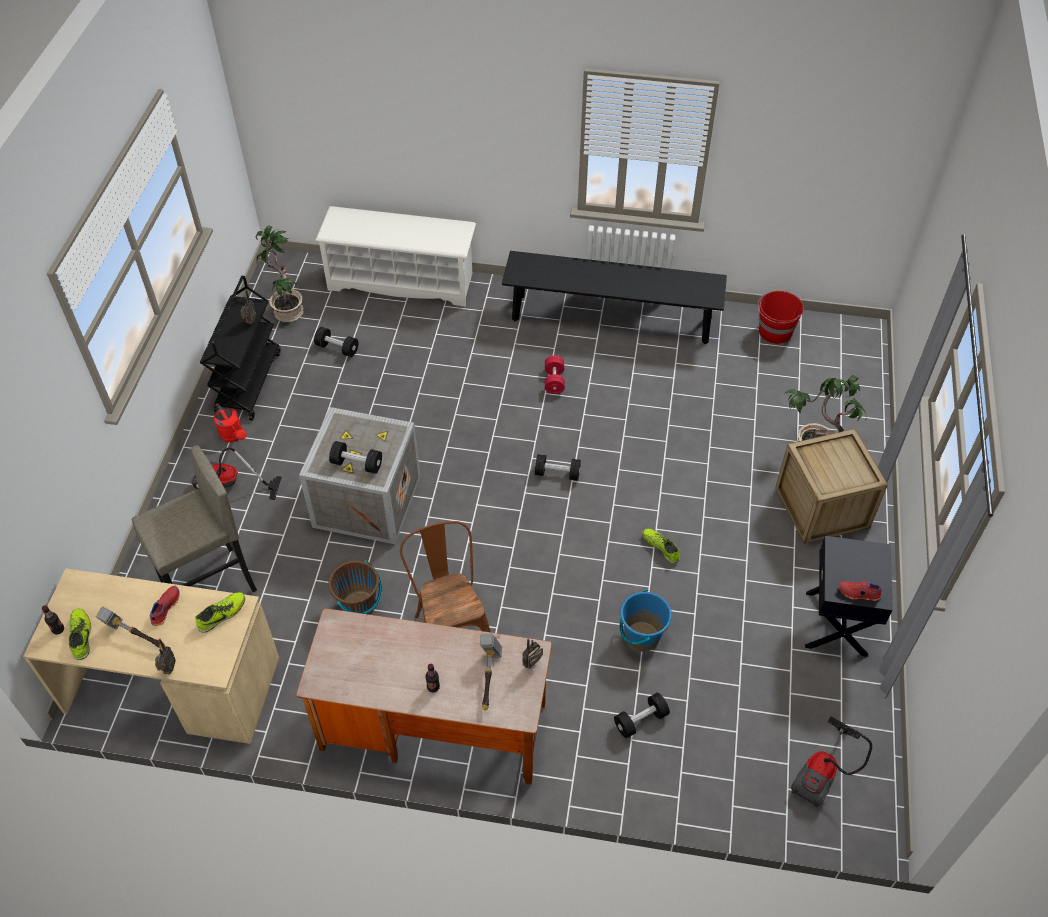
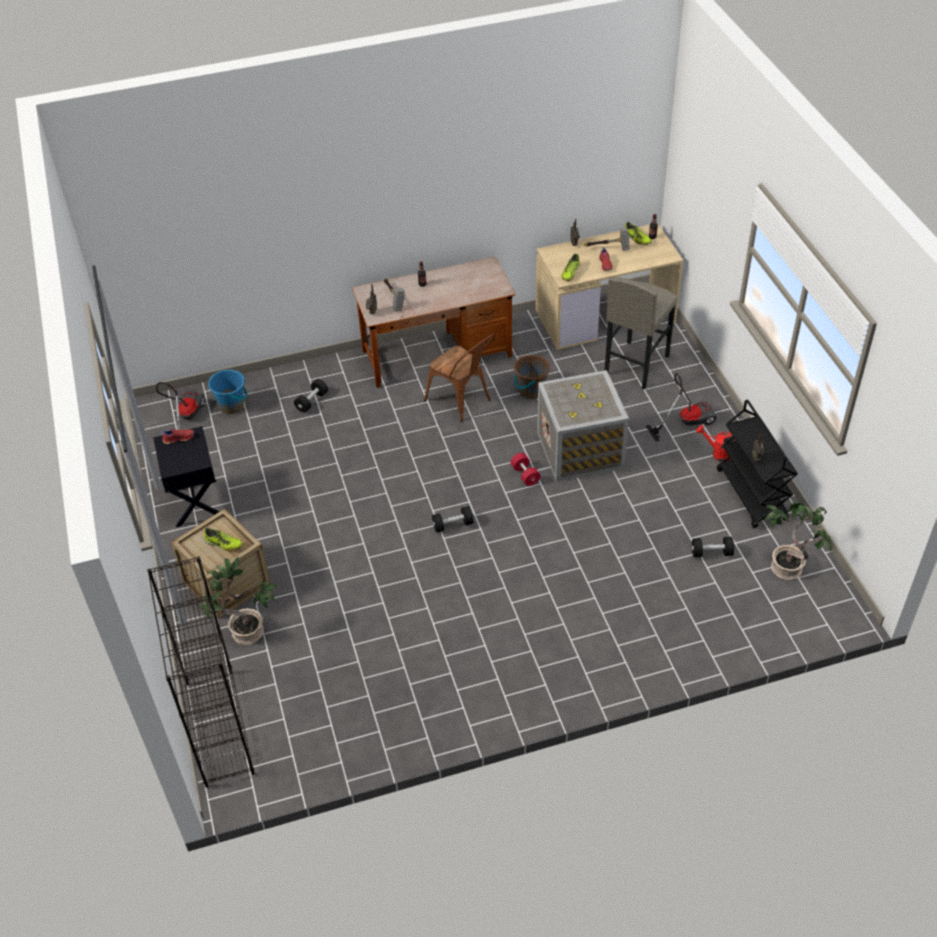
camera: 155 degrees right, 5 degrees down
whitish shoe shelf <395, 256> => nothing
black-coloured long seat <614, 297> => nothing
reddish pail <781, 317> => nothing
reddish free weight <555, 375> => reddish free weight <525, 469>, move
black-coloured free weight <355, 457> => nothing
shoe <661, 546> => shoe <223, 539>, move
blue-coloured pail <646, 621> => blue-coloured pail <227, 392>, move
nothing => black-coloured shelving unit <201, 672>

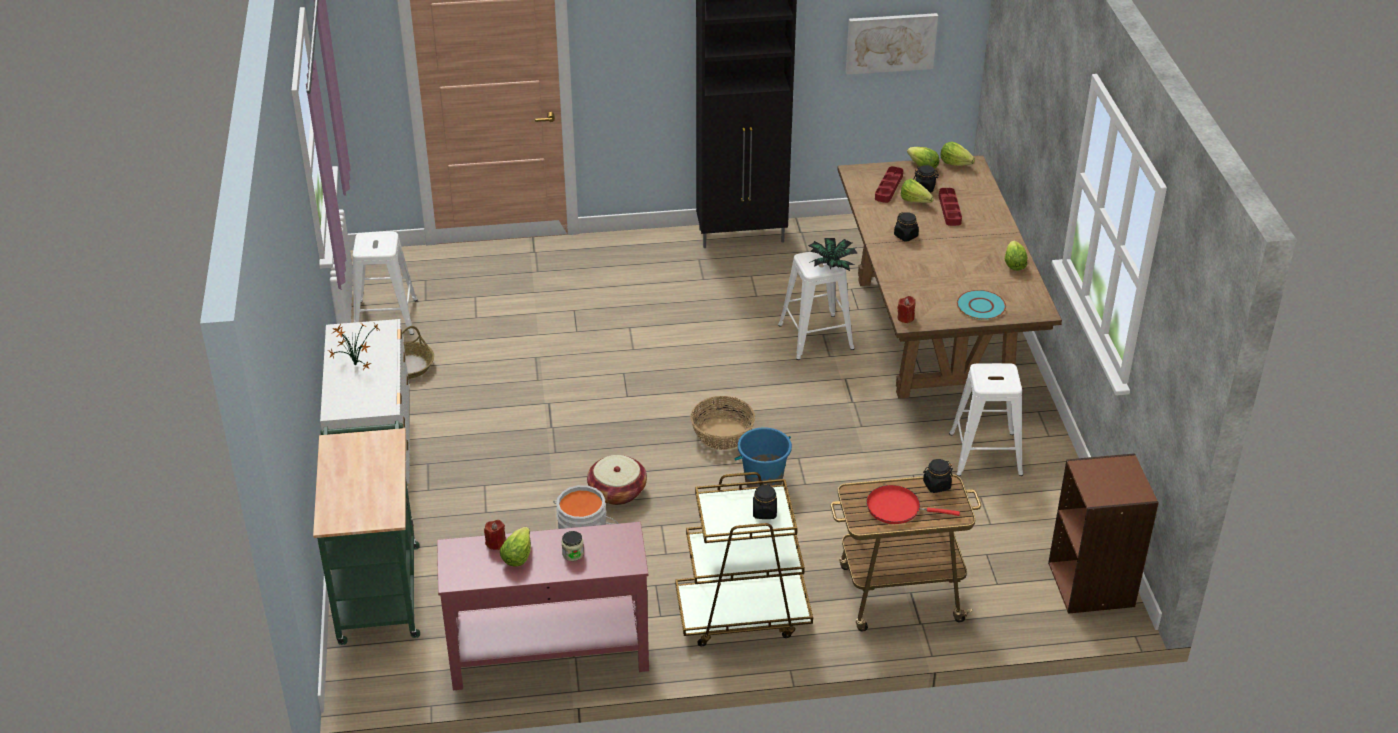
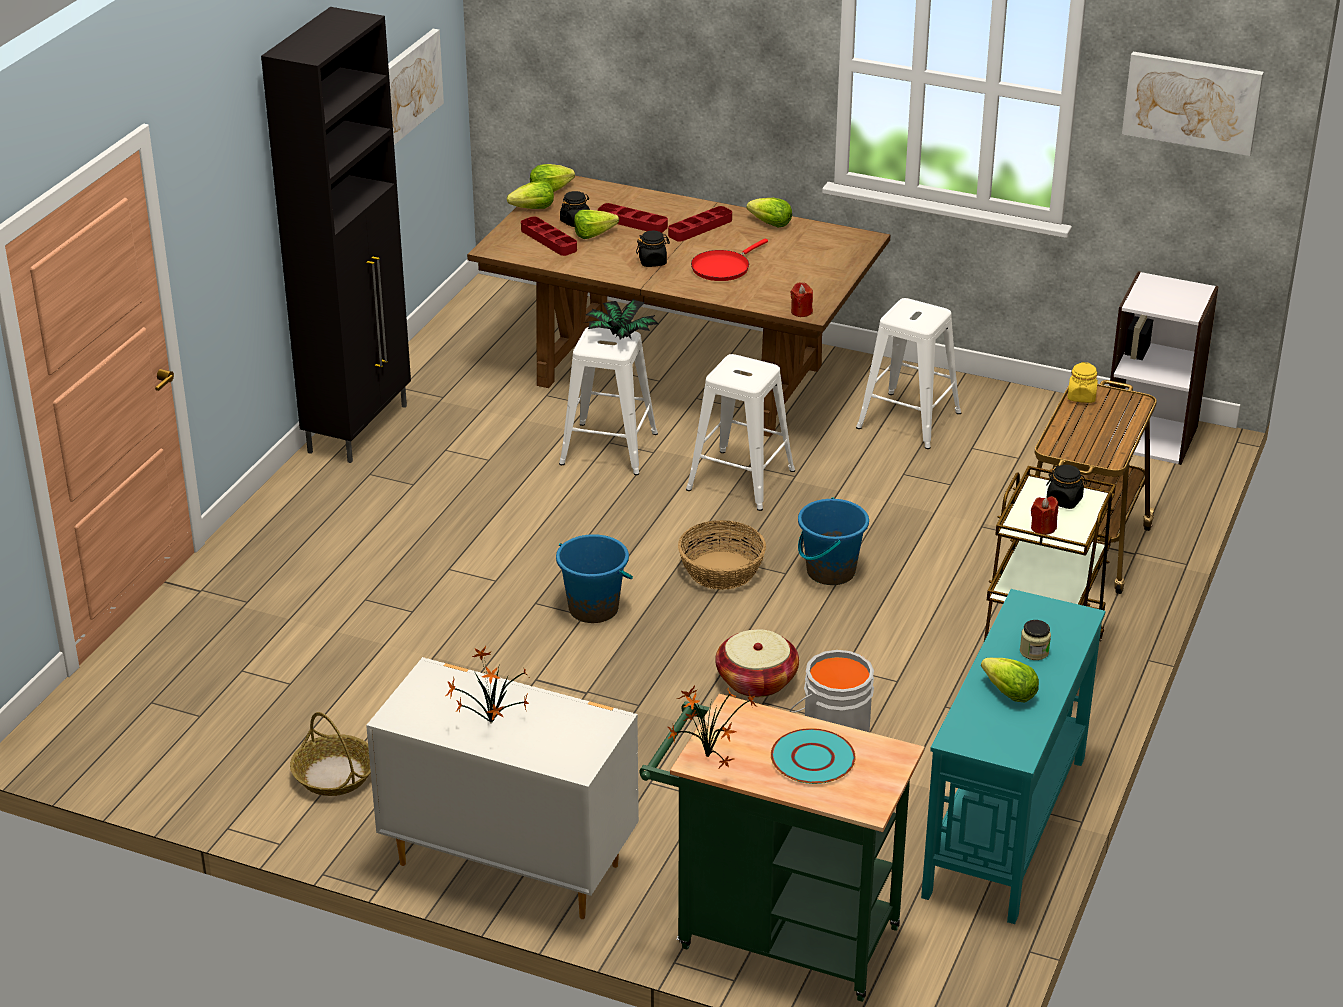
camera: 60 degrees left, 5 degrees down
whitish sitting stool <385, 283> => whitish sitting stool <740, 432>, move
blue-green dinner plate <981, 305> => blue-green dinner plate <813, 756>, move
brown-coloured shelving unit <1103, 533> => whitish shelving unit <1162, 368>
black-coloured preserve jar <938, 476> => yellow-coloured preserve jar <1083, 382>
reddish skillet <913, 504> => reddish skillet <729, 260>, move
reddish wax light <494, 535> => reddish wax light <1044, 515>, move
reddish narrow table <543, 606> => blue-green narrow table <1013, 756>
nothing => wall art <1193, 104>
nothing => reddish serving tray <700, 224>
nothing => blue-coloured pail <594, 578>
nothing => plant in a pot <712, 727>

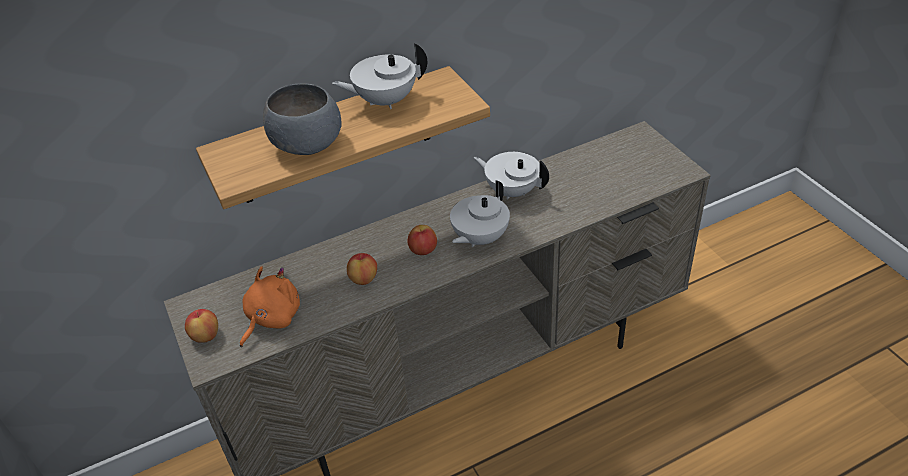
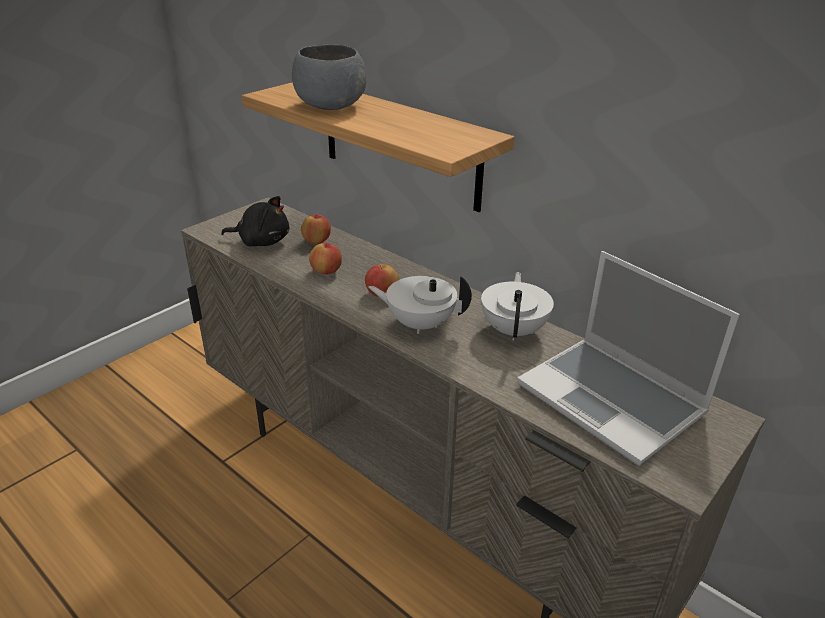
camera: 65 degrees right, 10 degrees down
whitish teapot <379, 76> => nothing
orange plush toy <270, 306> => black-coloured plush toy <255, 221>
apple <201, 326> => apple <316, 229>, move
nothing => laptop <628, 358>

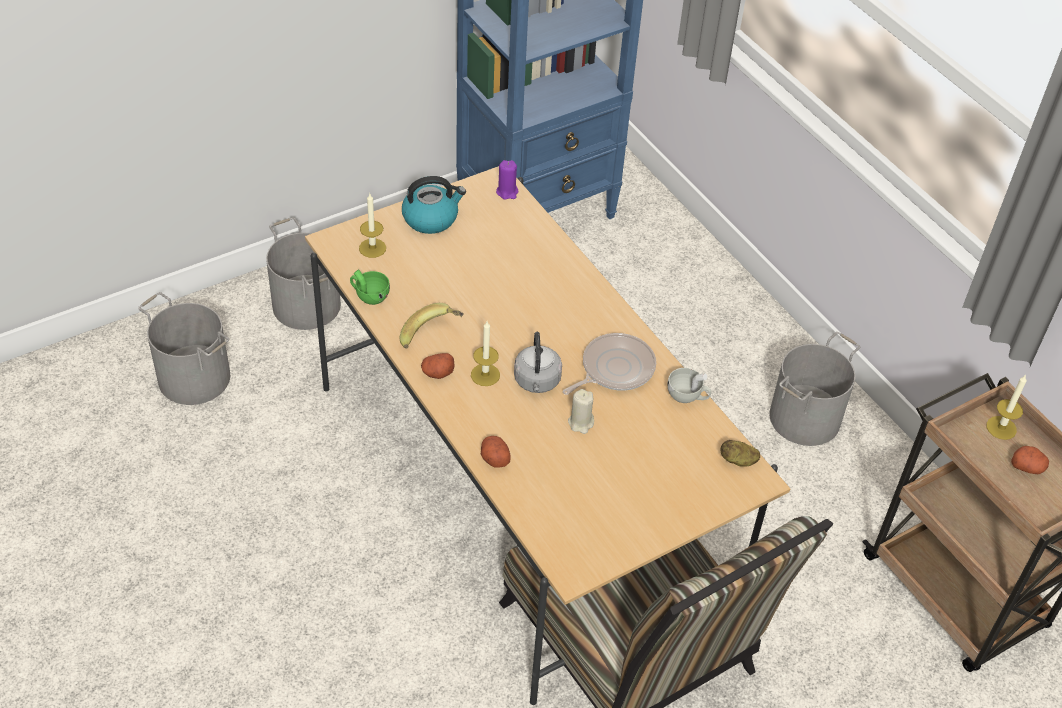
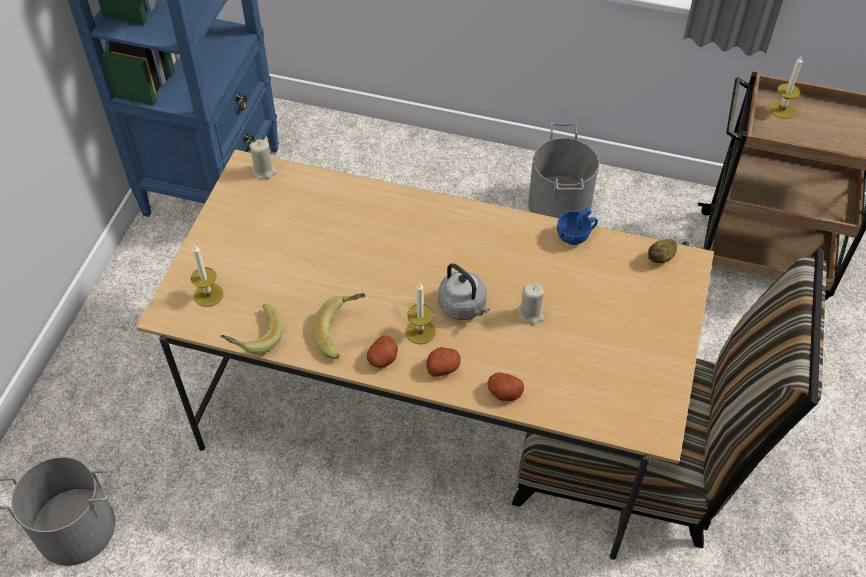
camera: 40 degrees left, 5 degrees up
purple wax light <507, 180> => beige wax light <263, 159>
water kettle <434, 205> => nothing
greyish pail <303, 273> => nothing
greenish cup <370, 287> => banana fruit <251, 329>
skillet <609, 364> => nothing
whitish cup <689, 385> => blue-coloured cup <577, 226>
whole potato <1030, 460> => whole potato <443, 362>, move

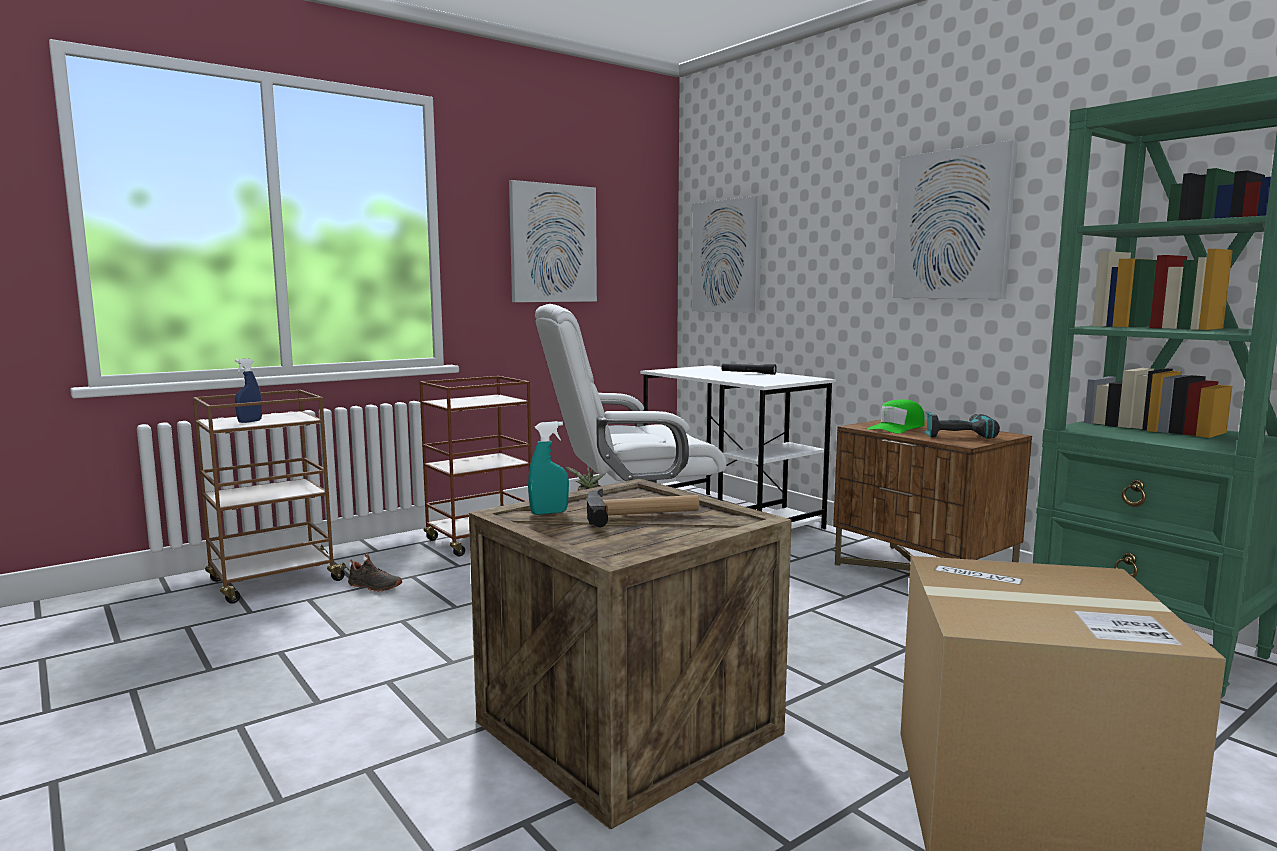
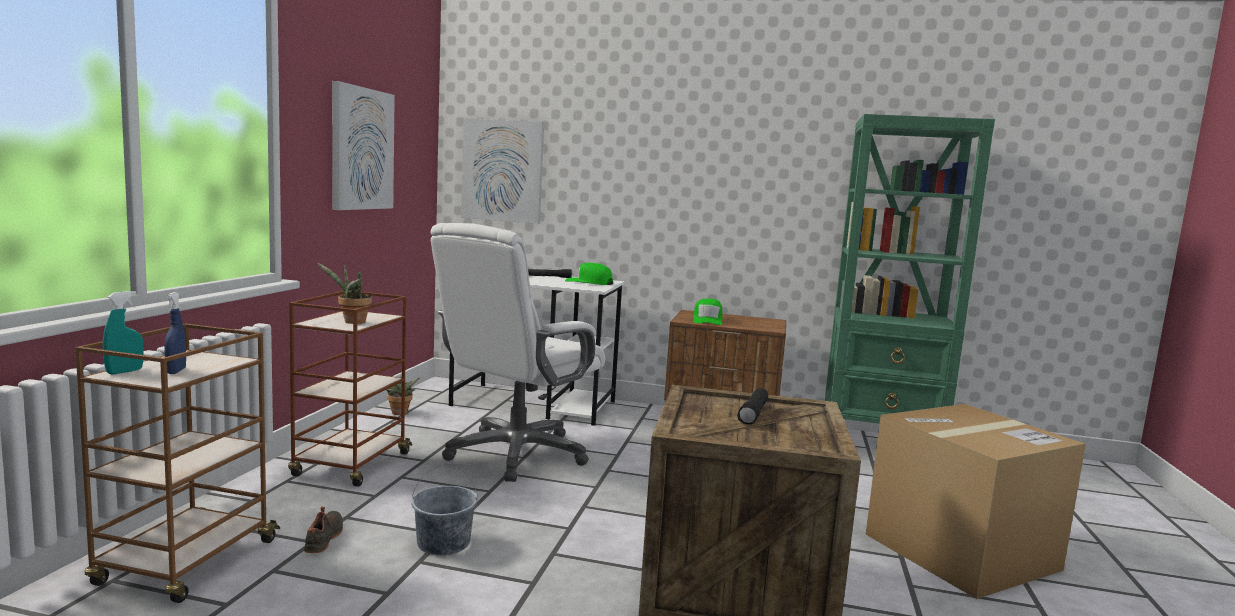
camera: 40 degrees left, 0 degrees up
wall art <955, 219> => nothing
electric drill <962, 425> => nothing
blue-green hand sprayer <548, 468> => blue-green hand sprayer <123, 332>, move
hand hammer <643, 508> => black-coloured flashlight <752, 406>
black-coloured shoe <375, 573> => black-coloured shoe <323, 529>, 75 degrees counterclockwise
nothing => plant in a pot <344, 293>
nothing => greenish peaked cap <589, 274>
nothing => greyish pail <444, 509>

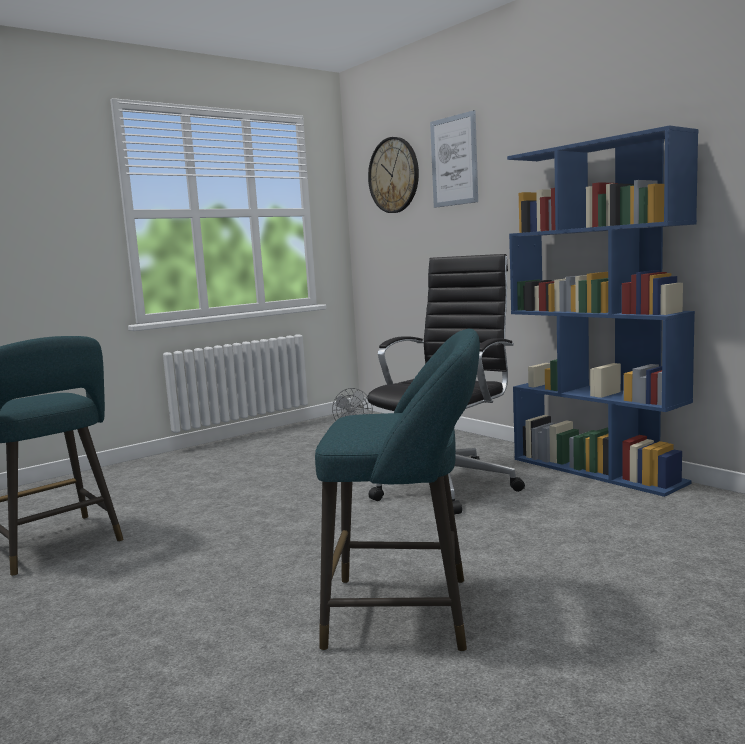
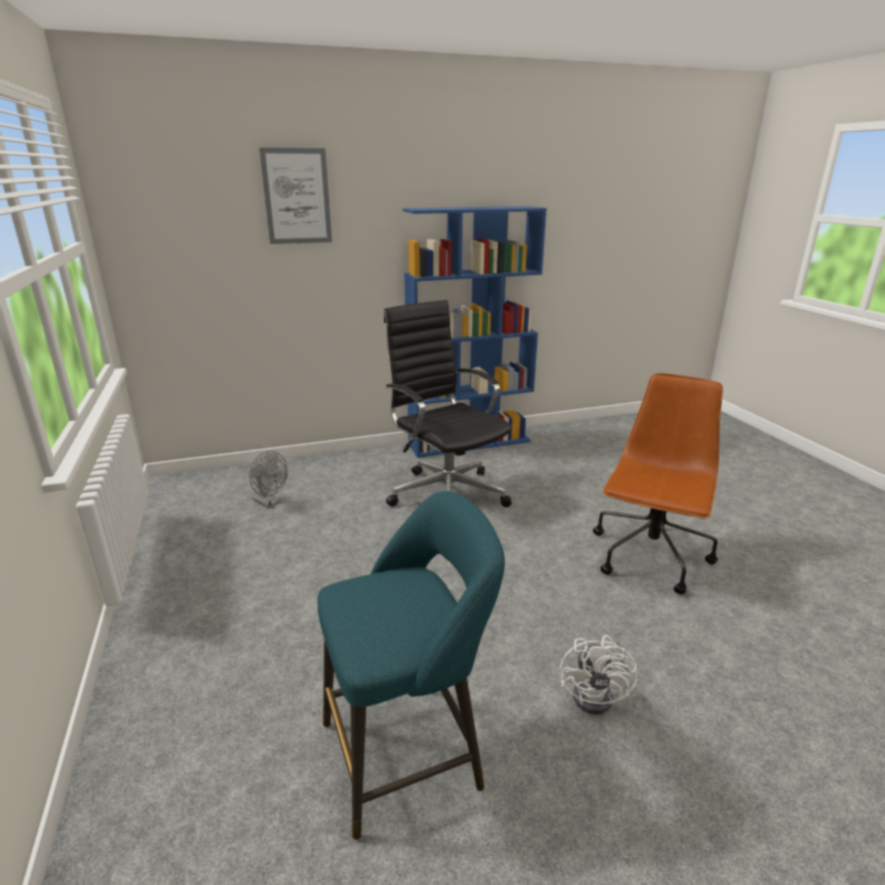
camera: 70 degrees left, 15 degrees up
wall clock <393, 175> => nothing
blue-green sitting stool <397, 490> => brown-coloured desk chair <658, 483>
nothing => whitish electric fan <599, 675>

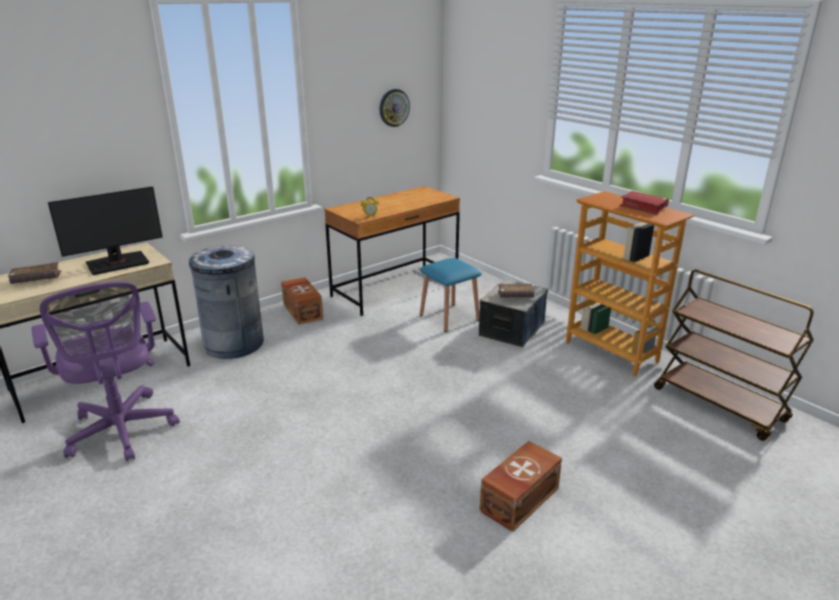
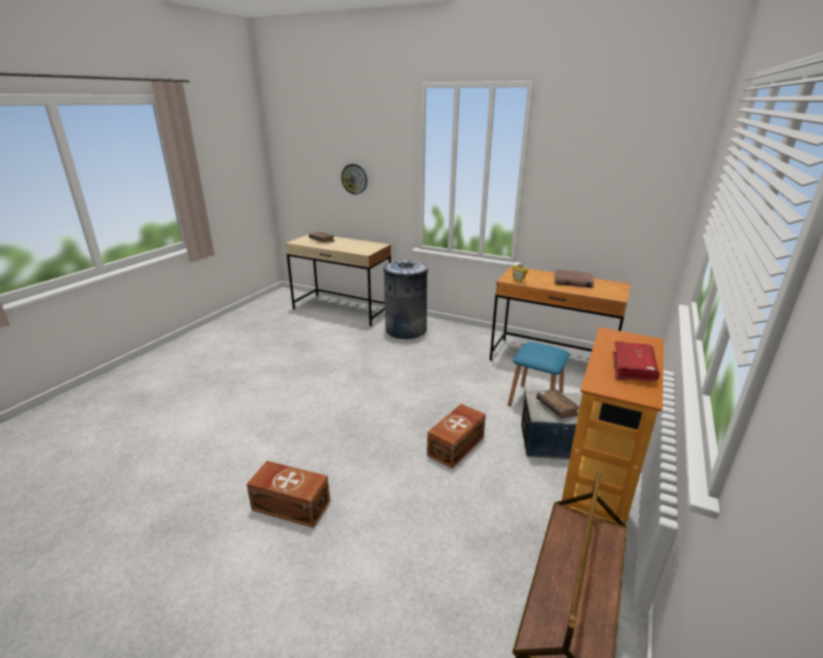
camera: 65 degrees right, 0 degrees up
wall clock <394, 108> => wall clock <354, 179>, move
monitor <105, 230> => nothing
brown-coloured storage container <302, 301> => brown-coloured storage container <456, 436>, move
purple desk chair <106, 371> => nothing
nothing => brown-coloured bound book <574, 278>

